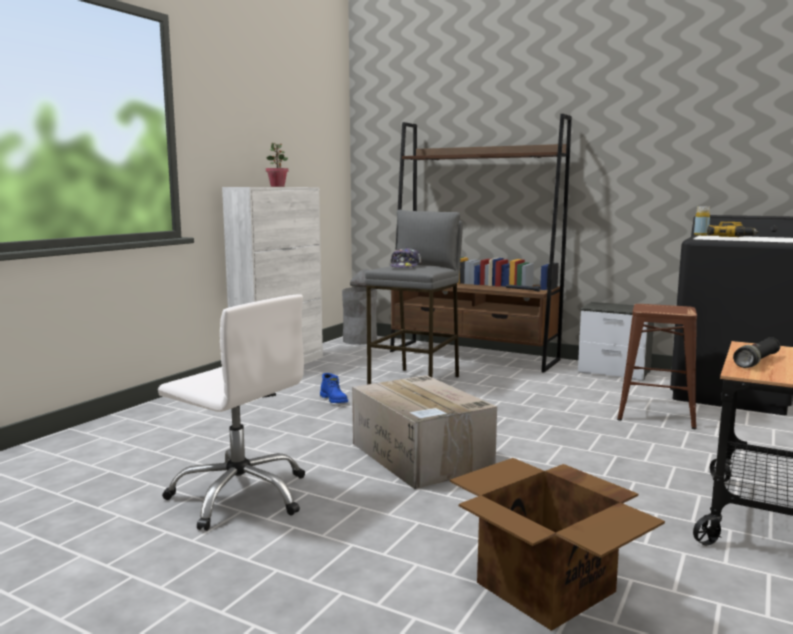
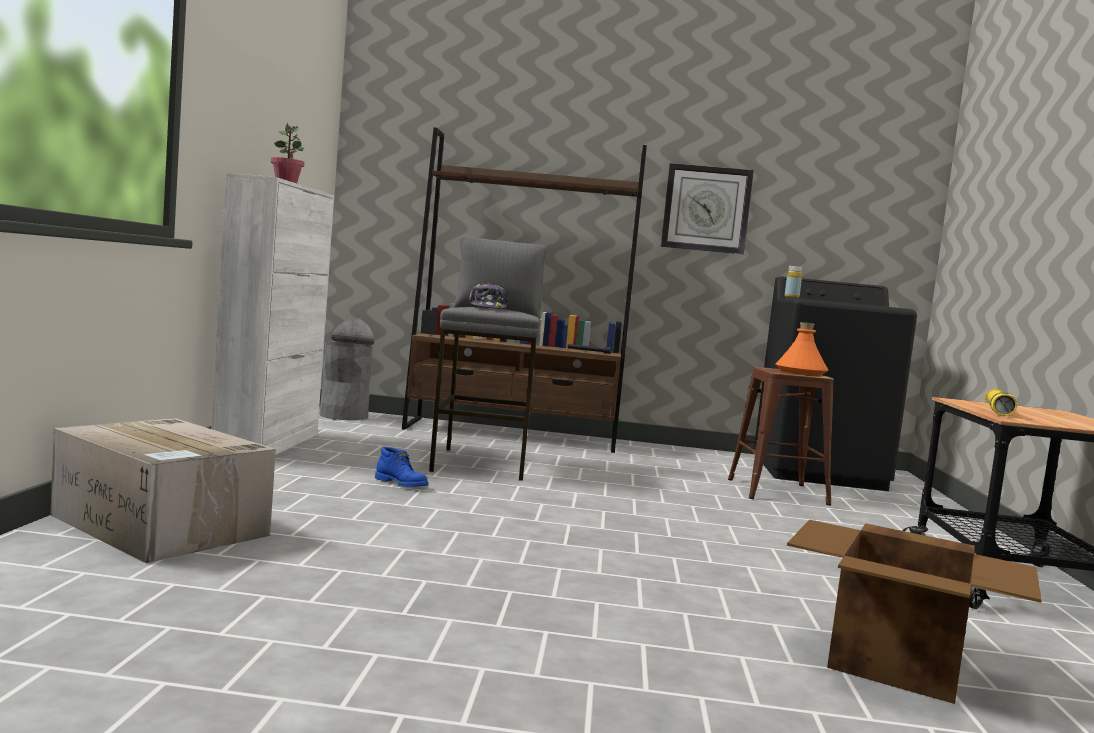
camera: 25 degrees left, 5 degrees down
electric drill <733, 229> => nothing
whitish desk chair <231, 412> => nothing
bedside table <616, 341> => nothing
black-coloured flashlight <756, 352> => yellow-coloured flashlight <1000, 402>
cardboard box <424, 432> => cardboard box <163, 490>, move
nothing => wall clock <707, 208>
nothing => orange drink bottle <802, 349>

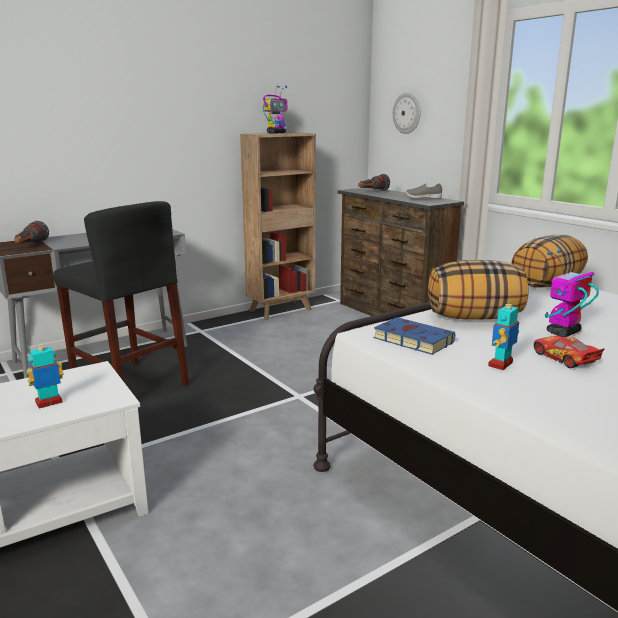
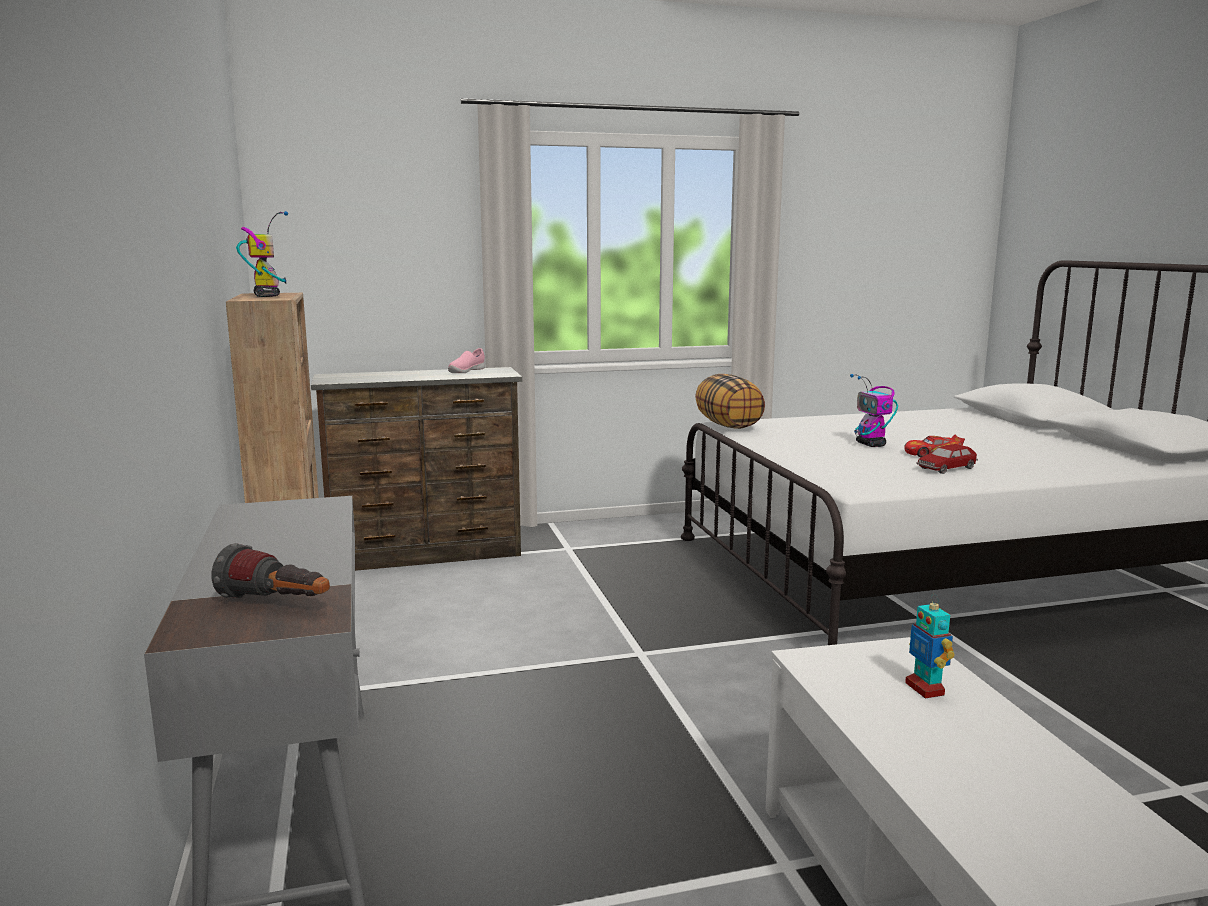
camera: 70 degrees left, 5 degrees down
wall clock <407, 113> => nothing
flashlight <374, 182> => nothing
greyish shoe <423, 191> => pink-coloured shoe <466, 360>
black-coloured sitting stool <121, 293> => nothing
throw pillow <478, 290> => nothing
model robot <503, 333> => toy car <947, 459>
blue-coloured bound book <414, 336> => nothing

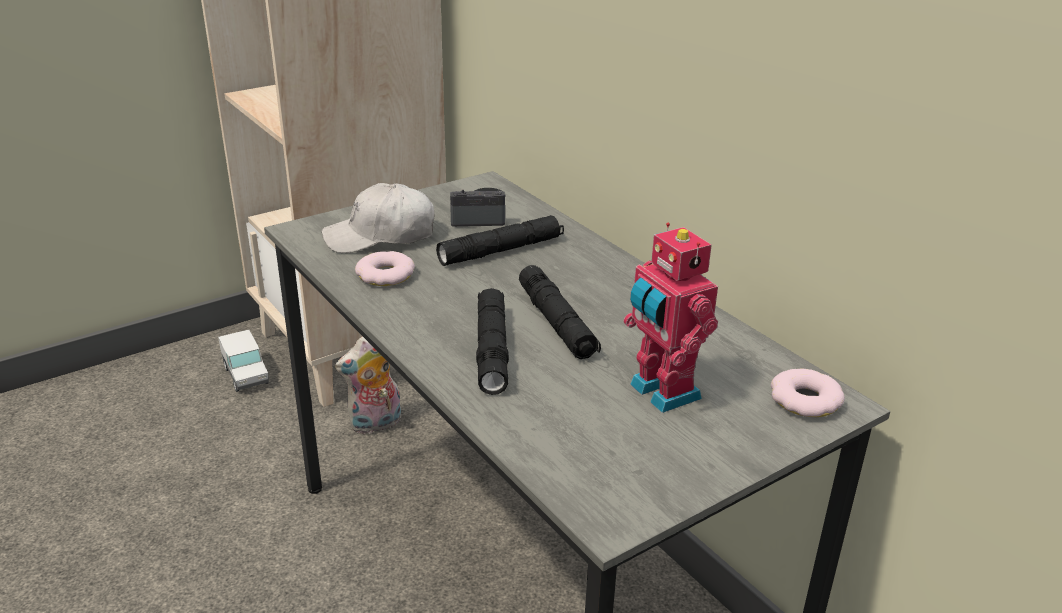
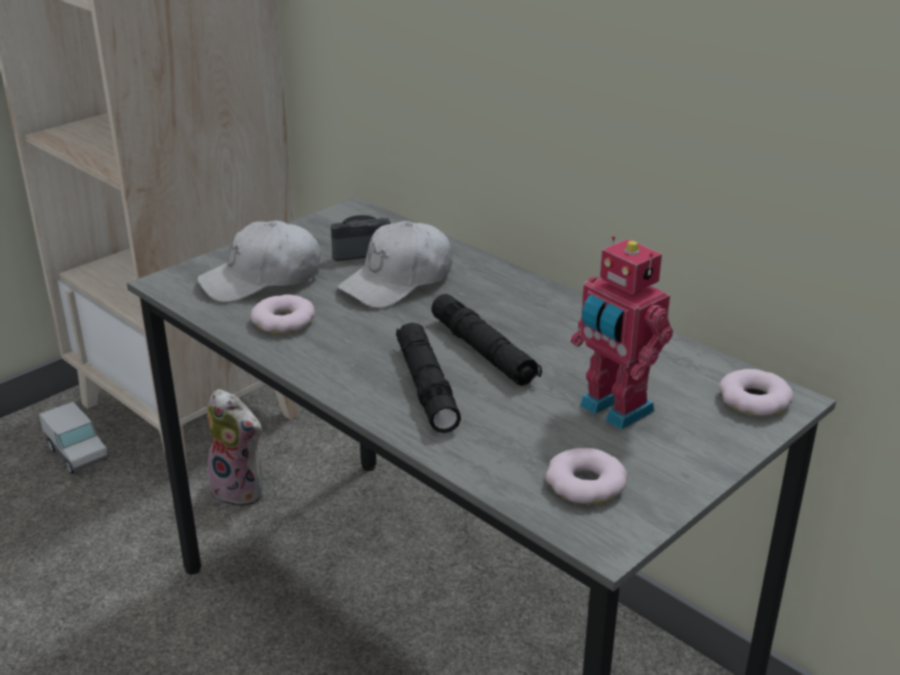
camera: 10 degrees left, 0 degrees up
black-coloured flashlight <500, 240> => whitish peaked cap <394, 265>
plush toy <368, 385> => plush toy <235, 448>, 105 degrees counterclockwise
nothing => donut <586, 476>

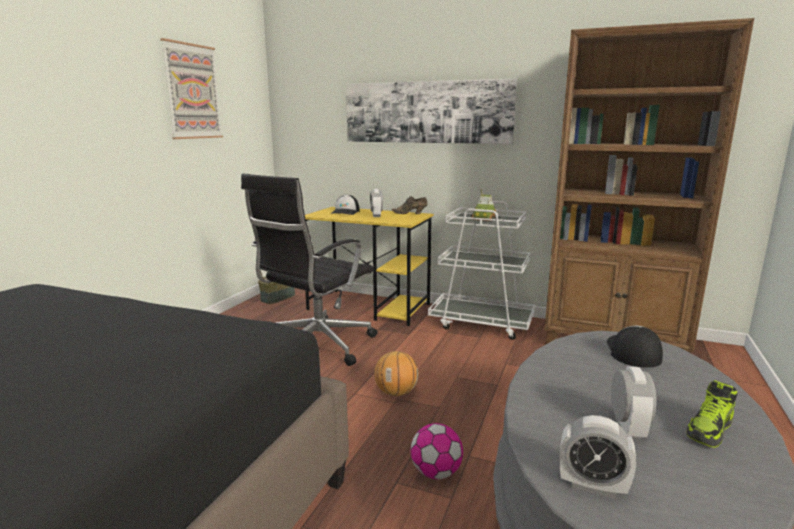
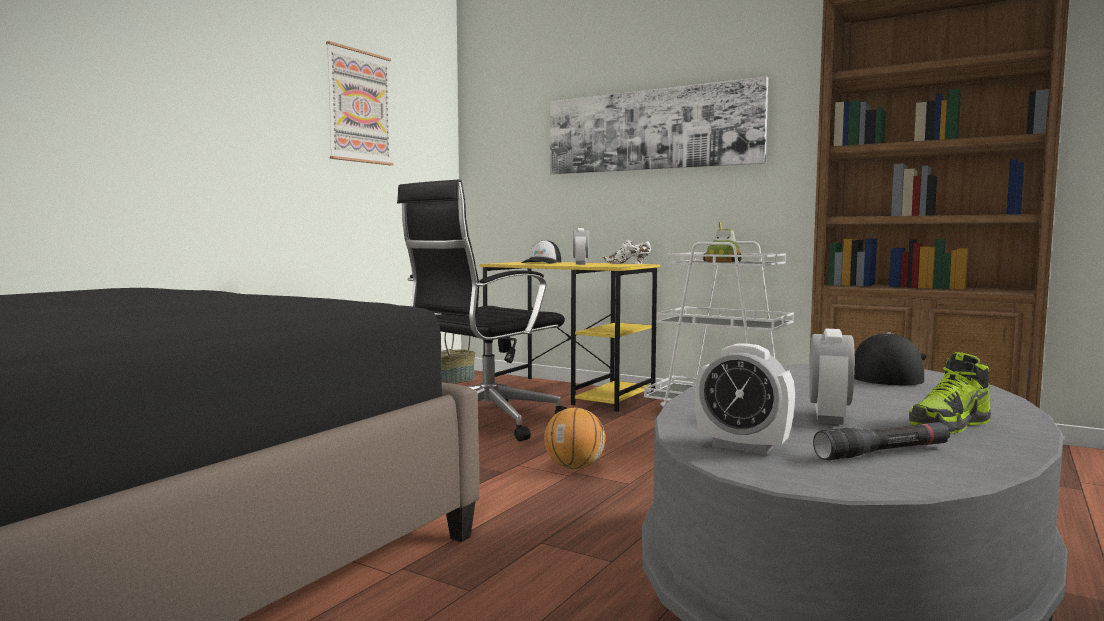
camera: 10 degrees right, 10 degrees down
brown-coloured shoe <409, 205> => whitish shoe <626, 252>
ball for football <437, 451> => nothing
nothing => black-coloured flashlight <881, 441>

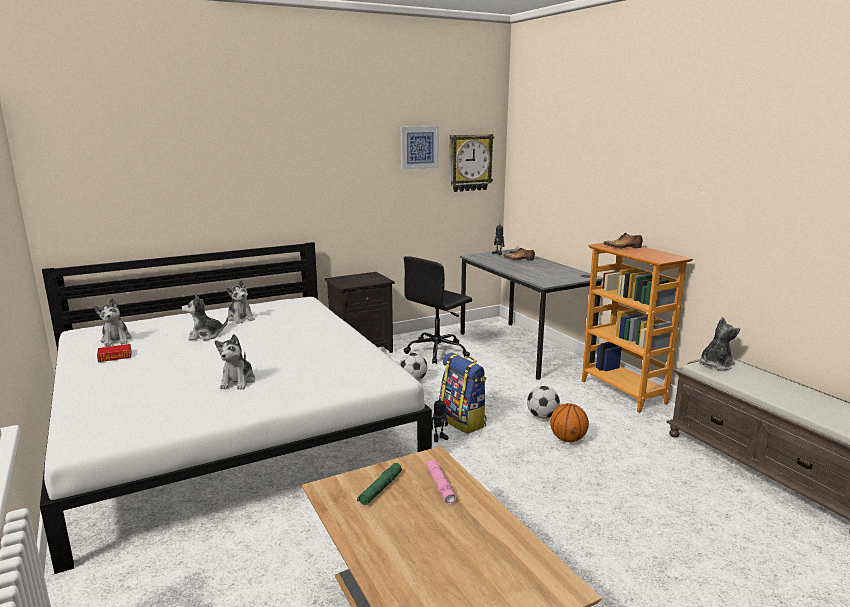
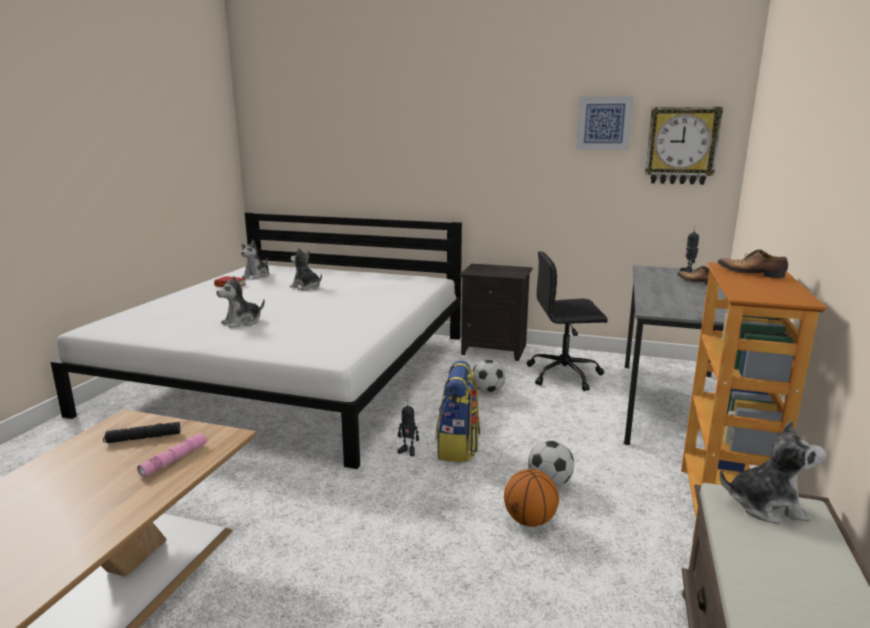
camera: 45 degrees right, 0 degrees up
plush toy <240, 302> => nothing
greenish flashlight <379, 484> => black-coloured flashlight <141, 432>

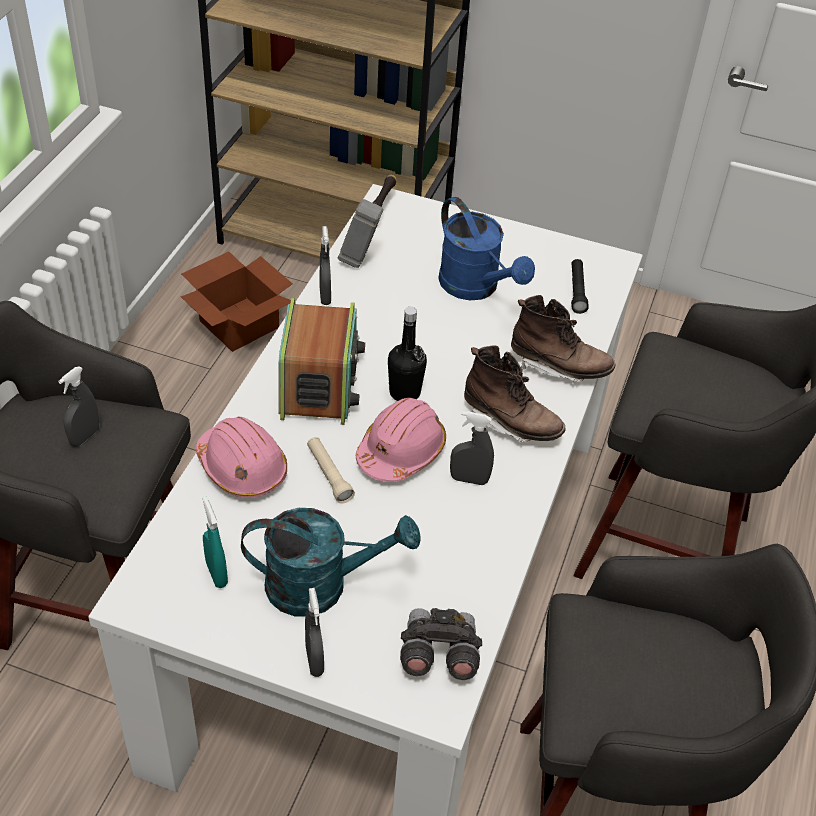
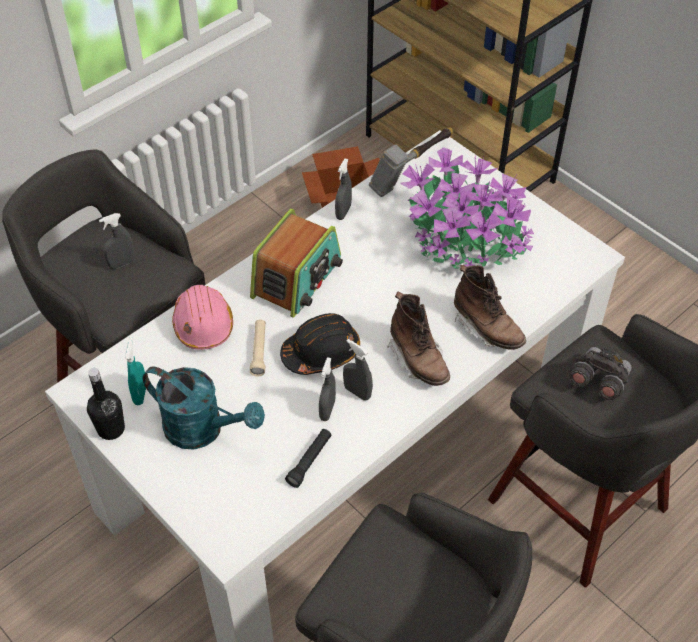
camera: 30 degrees right, 5 degrees up
blue-coloured watering can <486, 248> => plant in a pot <467, 208>
black-coloured flashlight <579, 286> => black-coloured flashlight <308, 458>, move
black-coloured drink bottle <407, 354> => black-coloured drink bottle <106, 404>, move
pink-coloured work helmet <401, 440> => black-coloured work helmet <320, 344>
greyish hand sprayer <314, 632> => greyish hand sprayer <327, 389>, move
greyish field glasses <441, 644> => greyish field glasses <600, 373>, move

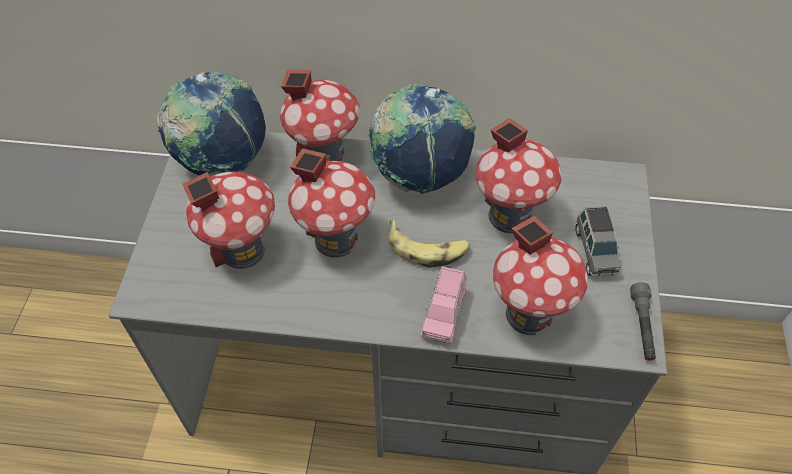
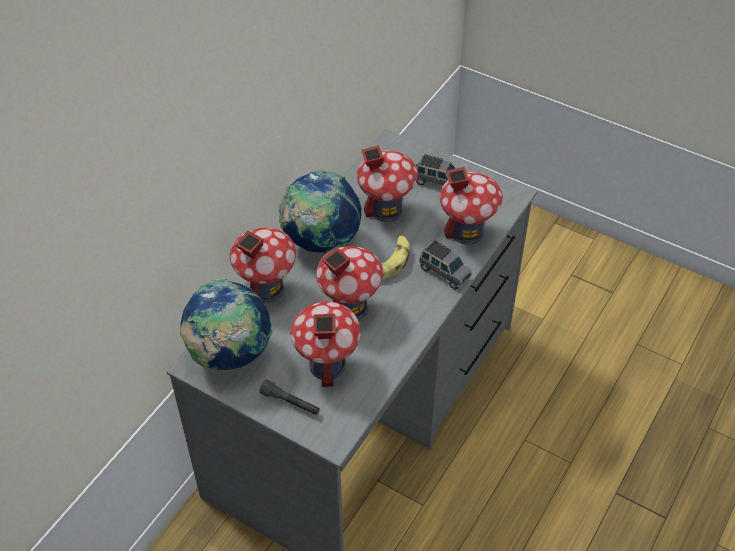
camera: 65 degrees left, 5 degrees down
pink-coloured toy car <444, 305> => greyish toy car <445, 265>
greyish flashlight <643, 321> => greyish flashlight <290, 397>, move

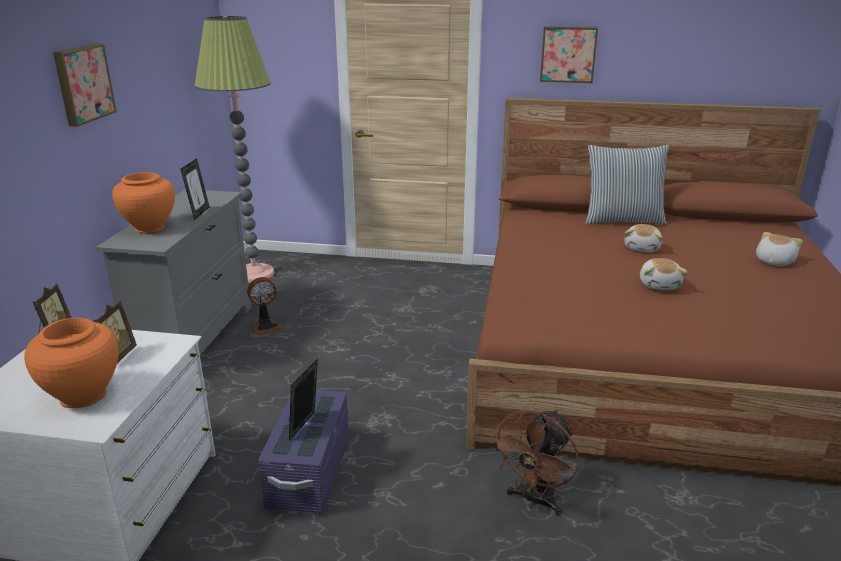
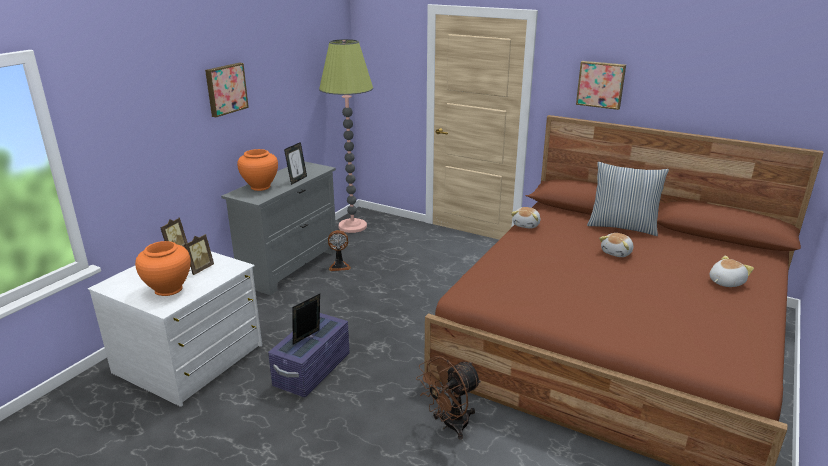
camera: 20 degrees right, 0 degrees up
plush toy <664, 274> => plush toy <525, 218>, move

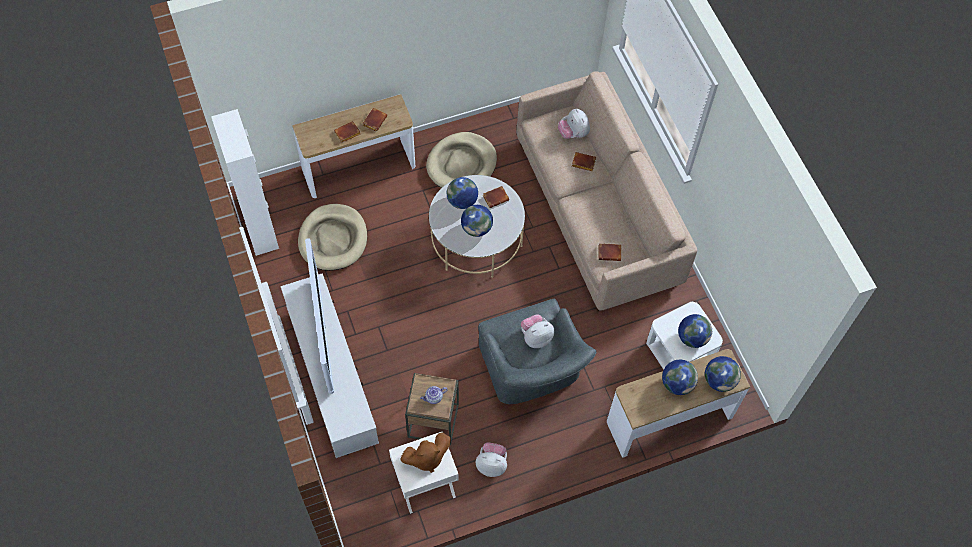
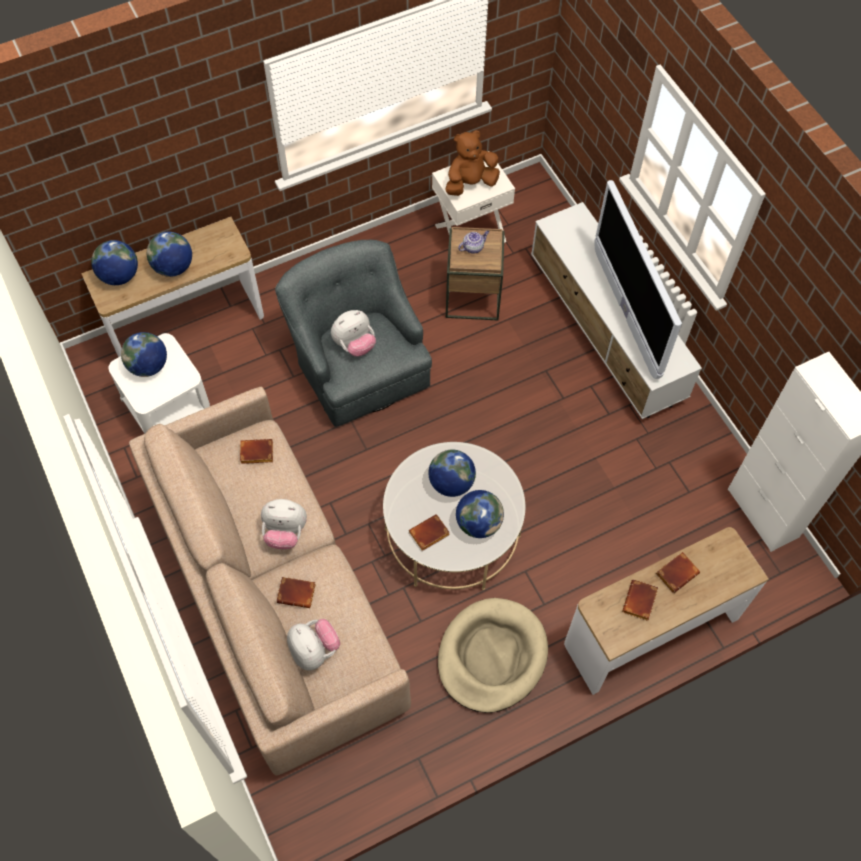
camera: 175 degrees right, 0 degrees up
beige pet bed <332, 237> => nothing
plush toy <491, 460> => plush toy <284, 524>, move

